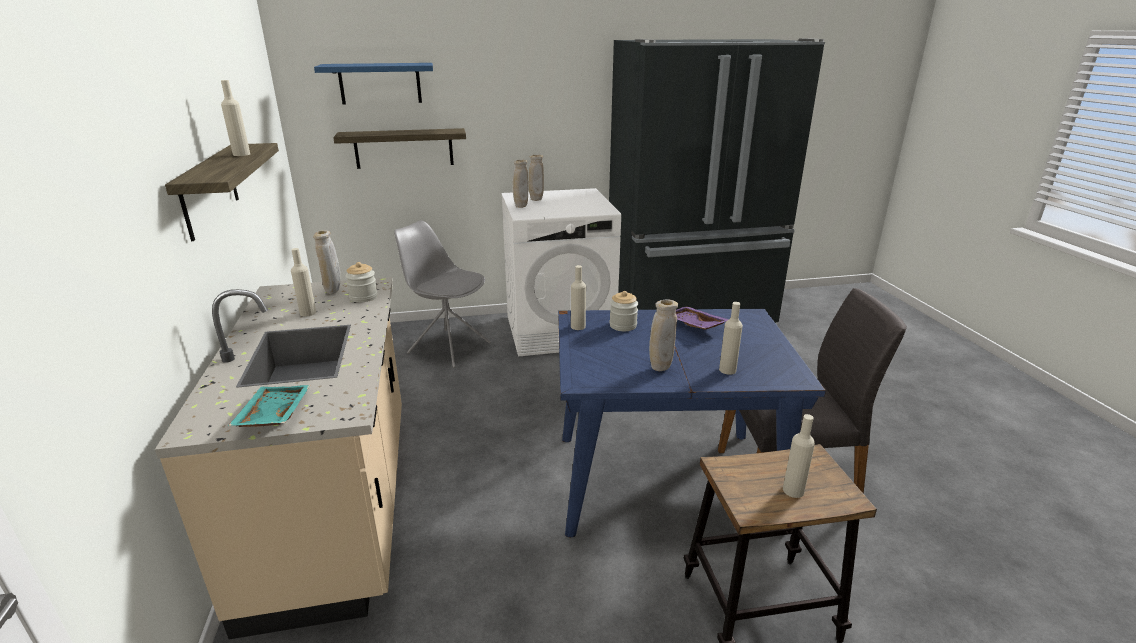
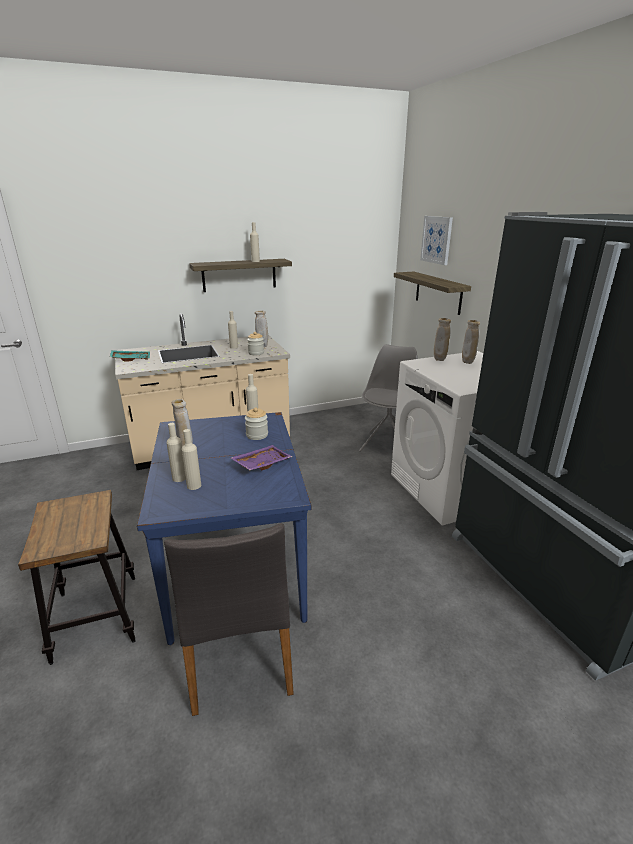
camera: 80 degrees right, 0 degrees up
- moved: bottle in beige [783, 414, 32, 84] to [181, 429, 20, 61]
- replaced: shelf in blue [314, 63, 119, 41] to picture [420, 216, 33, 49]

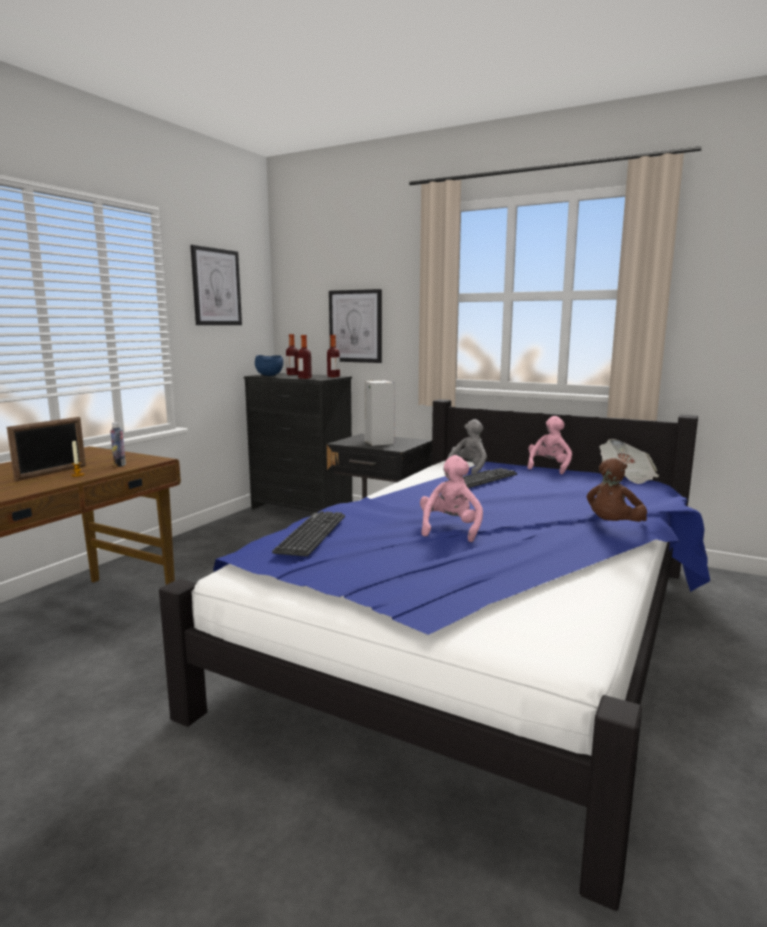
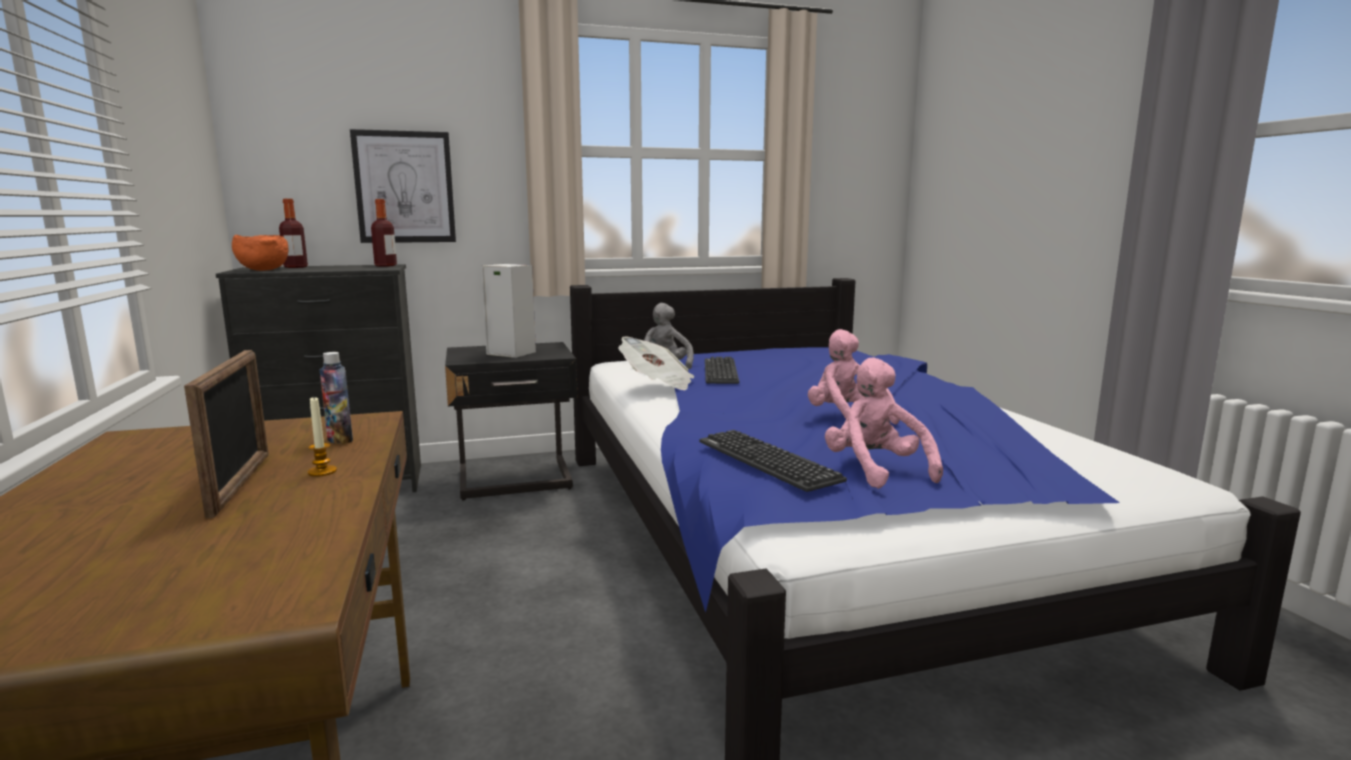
camera: 45 degrees left, 0 degrees up
- recoloured: bowl in blue [255, 355, 28, 21] to bowl in orange [232, 235, 57, 36]
- moved: newspaper [599, 439, 60, 45] to [618, 336, 76, 54]
- moved: plush toy in pink [527, 416, 45, 58] to [825, 357, 118, 132]
- removed: picture [190, 245, 52, 80]
- removed: bottle [297, 335, 15, 44]
- removed: plush toy in brown [587, 458, 60, 64]

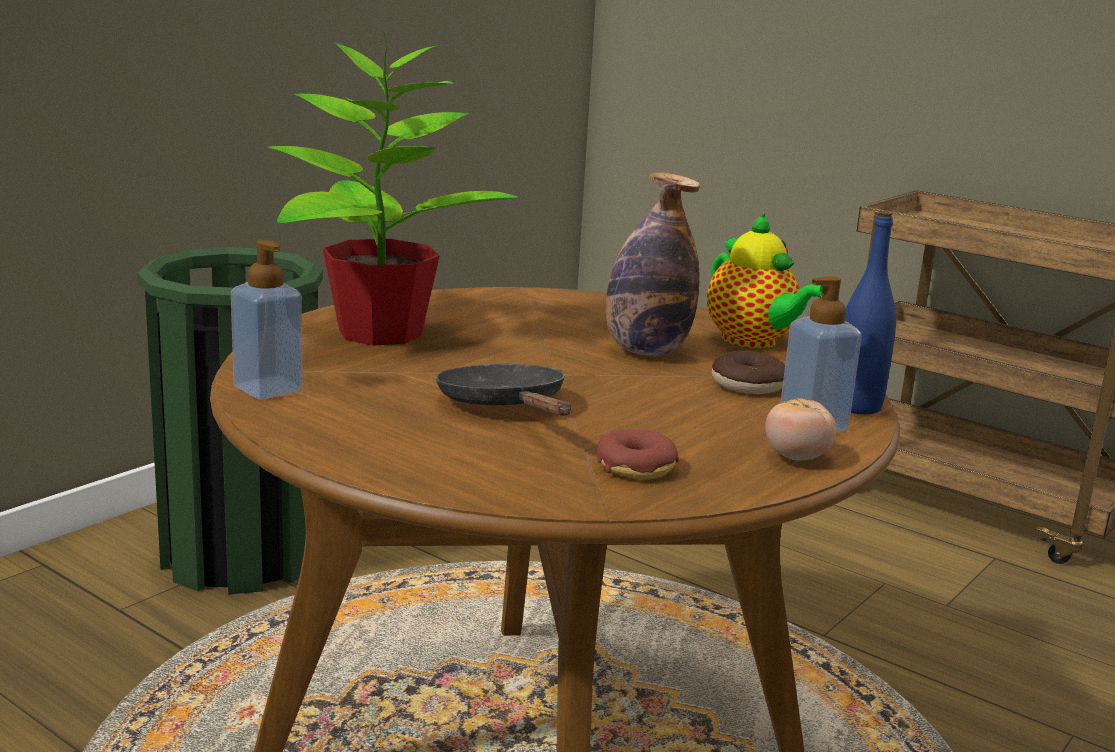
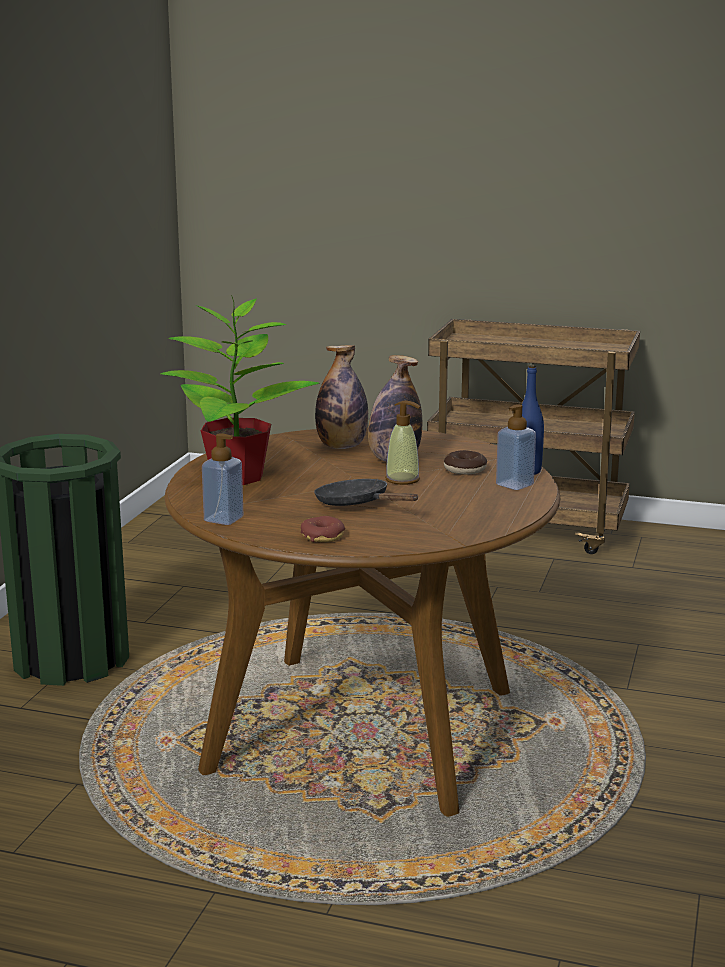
camera: 20 degrees left, 0 degrees up
- moved: donut [597, 430, 82, 50] to [301, 516, 44, 26]
- added: bottle [315, 345, 53, 104]
- added: soap dispenser [385, 401, 36, 84]
- removed: teapot [707, 213, 116, 136]
- removed: tomato [765, 398, 72, 63]

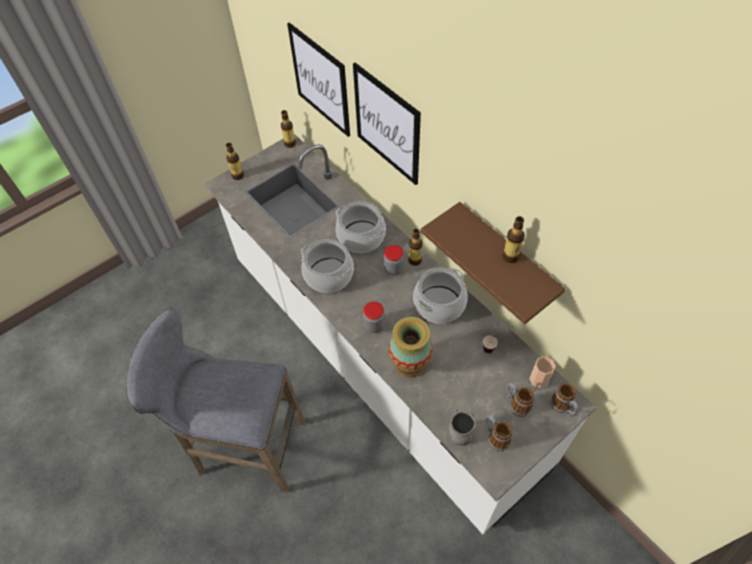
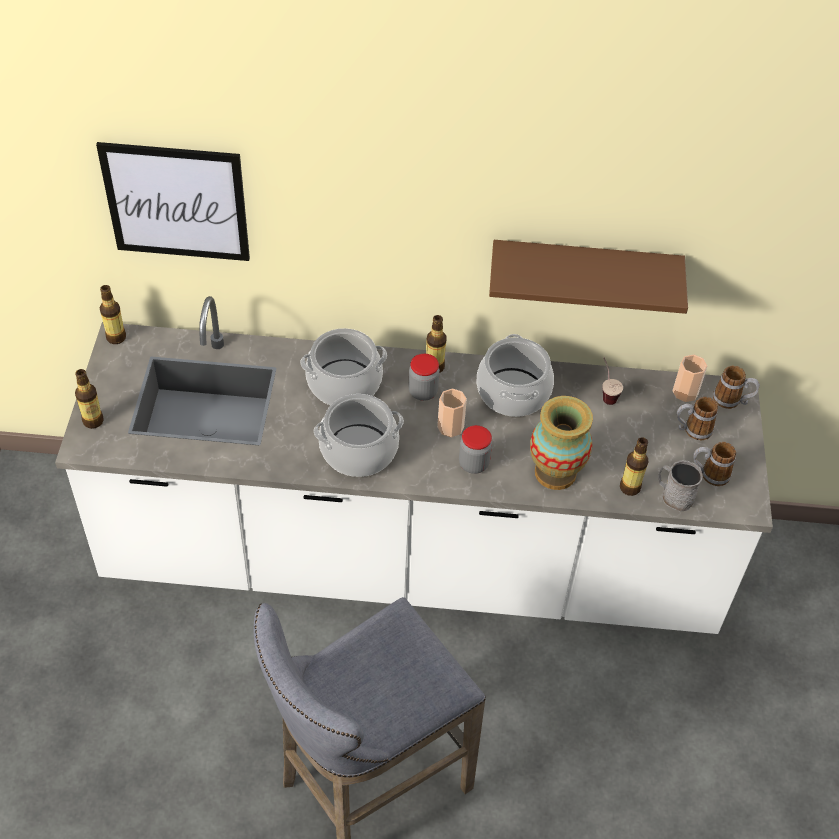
camera: 50 degrees left, 5 degrees down
- added: cup [437, 389, 30, 48]
- moved: bottle [502, 216, 23, 47] to [620, 437, 29, 59]
- removed: picture [353, 63, 68, 122]

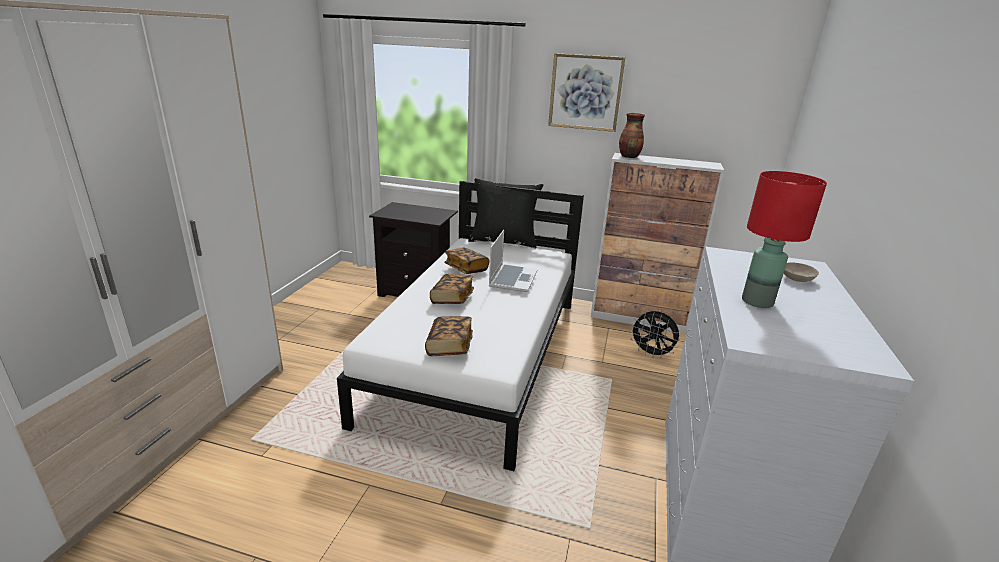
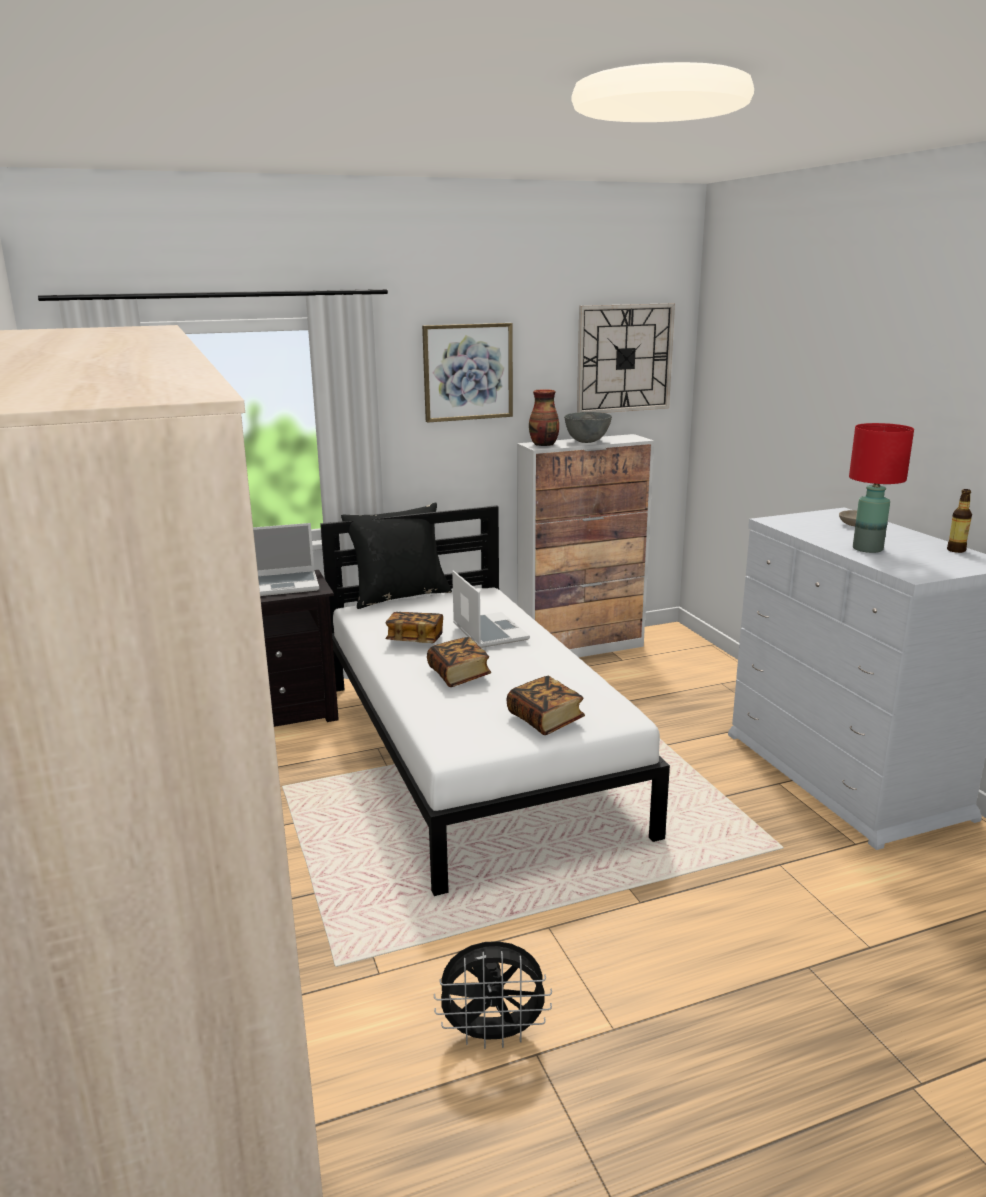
camera: 35 degrees left, 5 degrees down
- added: laptop [253, 523, 66, 73]
- moved: fan in black [629, 311, 51, 47] to [434, 941, 118, 108]
- added: bowl in grey [564, 412, 48, 31]
- added: wall clock [577, 303, 98, 110]
- added: bottle [947, 489, 25, 64]

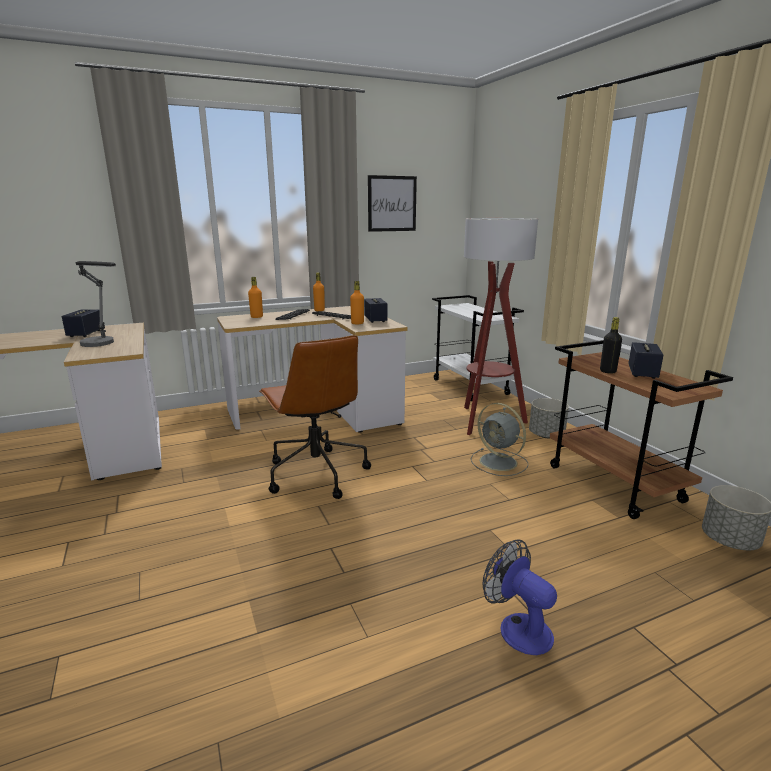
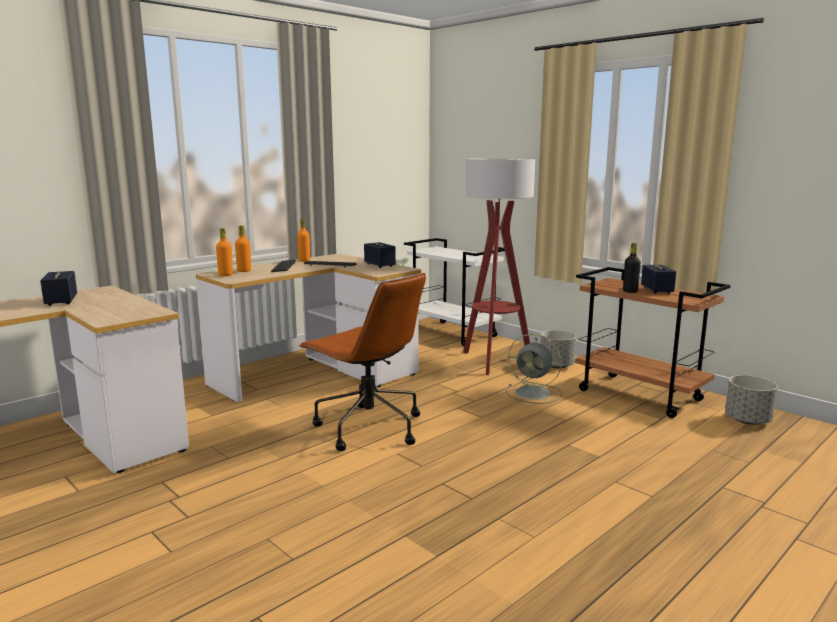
camera: 20 degrees left, 5 degrees down
- moved: bottle in orange [350, 281, 14, 43] to [216, 228, 17, 48]
- removed: table lamp [76, 261, 40, 86]
- removed: picture [368, 175, 49, 57]
- removed: fan [482, 539, 75, 116]

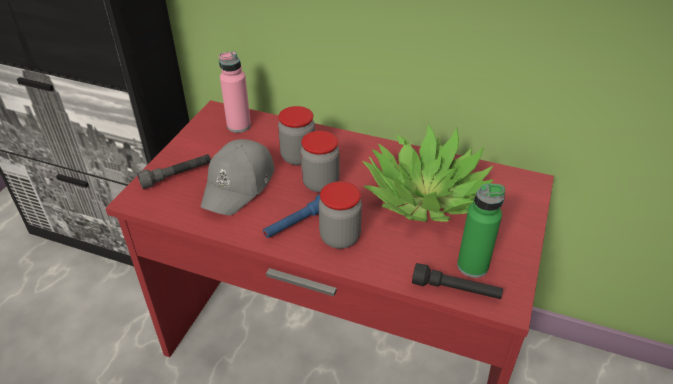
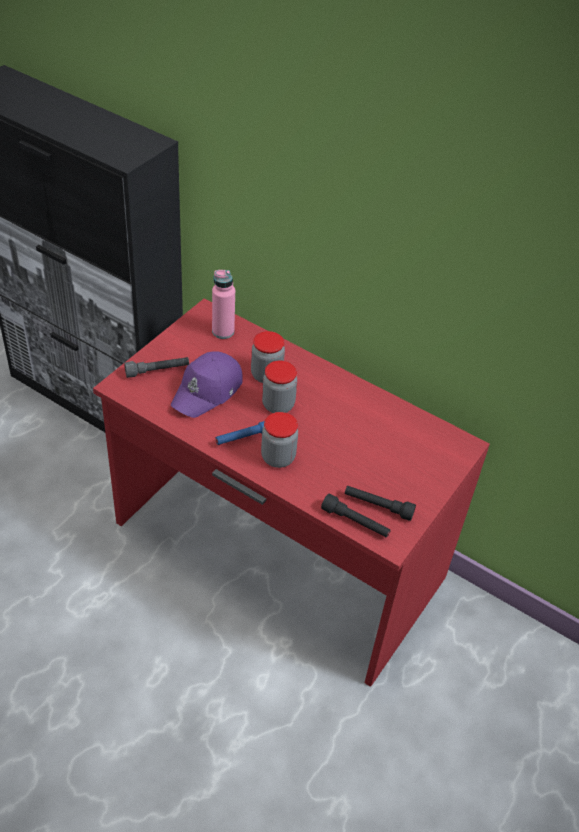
camera: 10 degrees right, 5 degrees up
- recoloured: cap in grey [200, 139, 75, 76] to cap in purple [171, 351, 72, 67]
- replaced: bottle in green [457, 184, 48, 94] to flashlight in black [345, 486, 71, 35]
- removed: potted plant [362, 123, 131, 99]

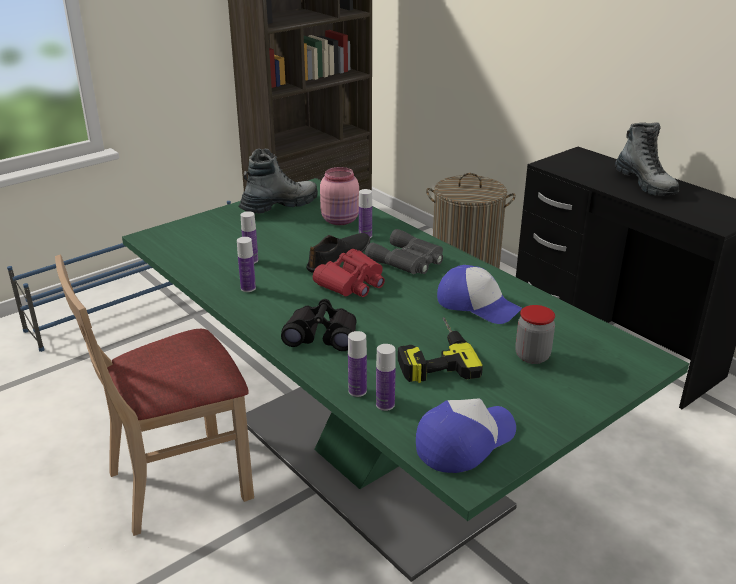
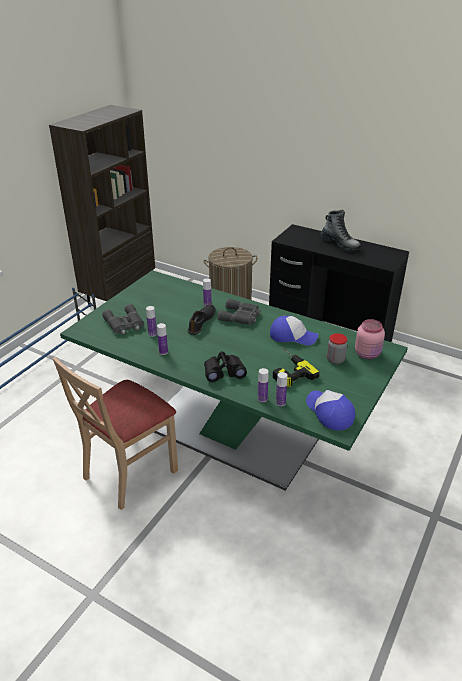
camera: 20 degrees left, 5 degrees up
- added: binoculars in grey [102, 304, 42, 31]
- turned: cap [416, 398, 100, 75] = [306, 390, 49, 41] 60 degrees counterclockwise
- moved: jar in pink [320, 167, 39, 58] to [355, 319, 30, 40]
- removed: boot [239, 149, 79, 65]
- removed: binoculars in red [313, 249, 72, 48]

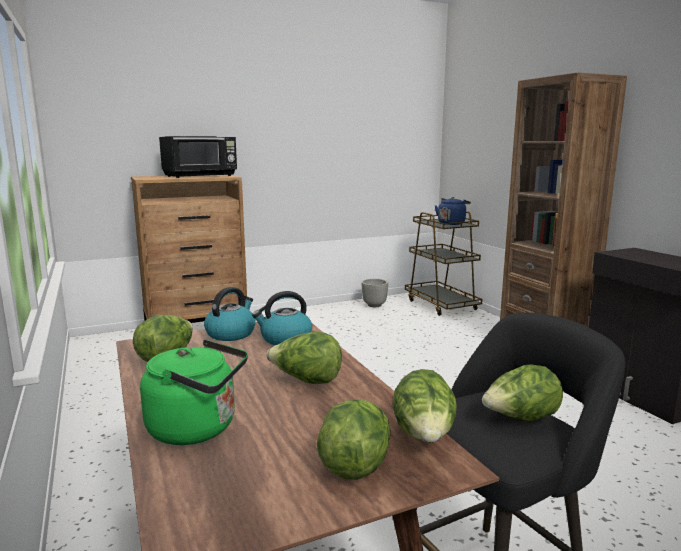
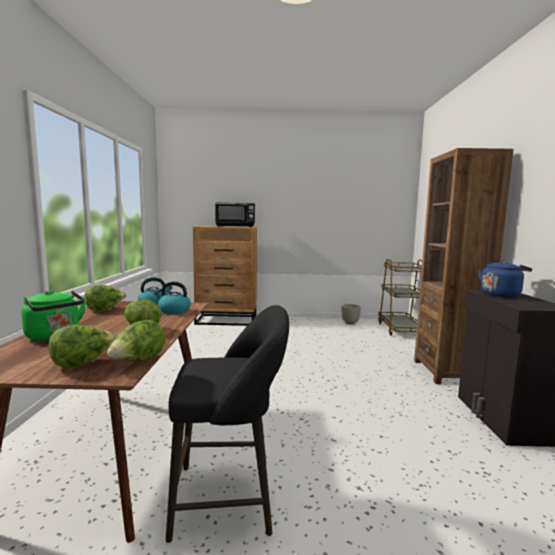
camera: 25 degrees right, 5 degrees down
- moved: kettle in blue [435, 197, 36, 28] to [478, 261, 54, 36]
- removed: lettuce [482, 364, 81, 57]

